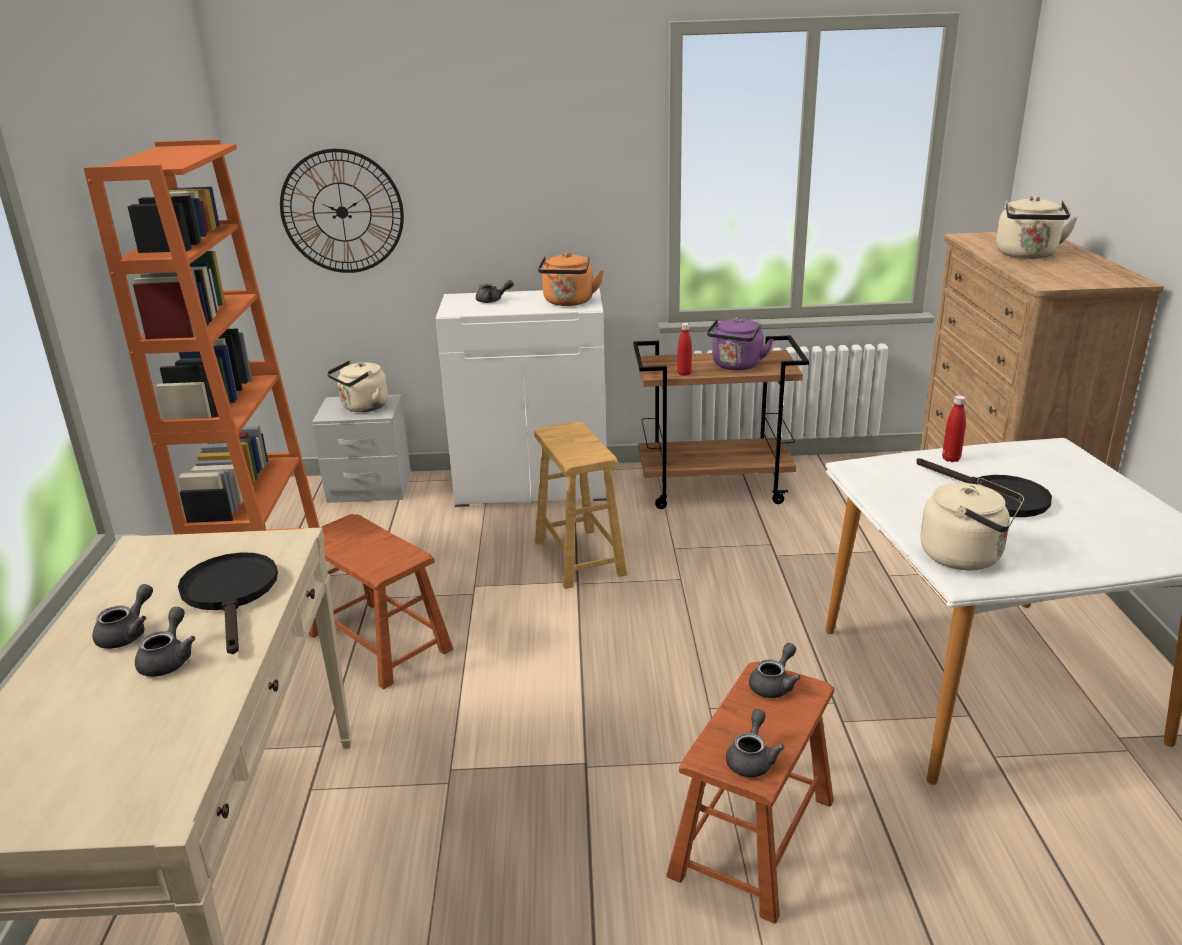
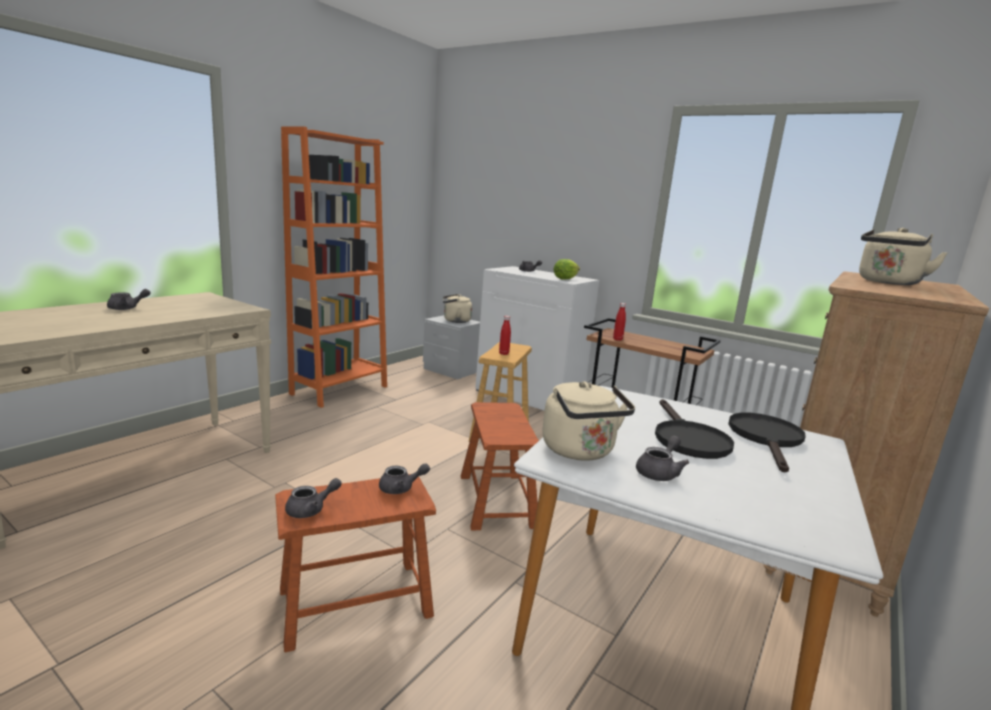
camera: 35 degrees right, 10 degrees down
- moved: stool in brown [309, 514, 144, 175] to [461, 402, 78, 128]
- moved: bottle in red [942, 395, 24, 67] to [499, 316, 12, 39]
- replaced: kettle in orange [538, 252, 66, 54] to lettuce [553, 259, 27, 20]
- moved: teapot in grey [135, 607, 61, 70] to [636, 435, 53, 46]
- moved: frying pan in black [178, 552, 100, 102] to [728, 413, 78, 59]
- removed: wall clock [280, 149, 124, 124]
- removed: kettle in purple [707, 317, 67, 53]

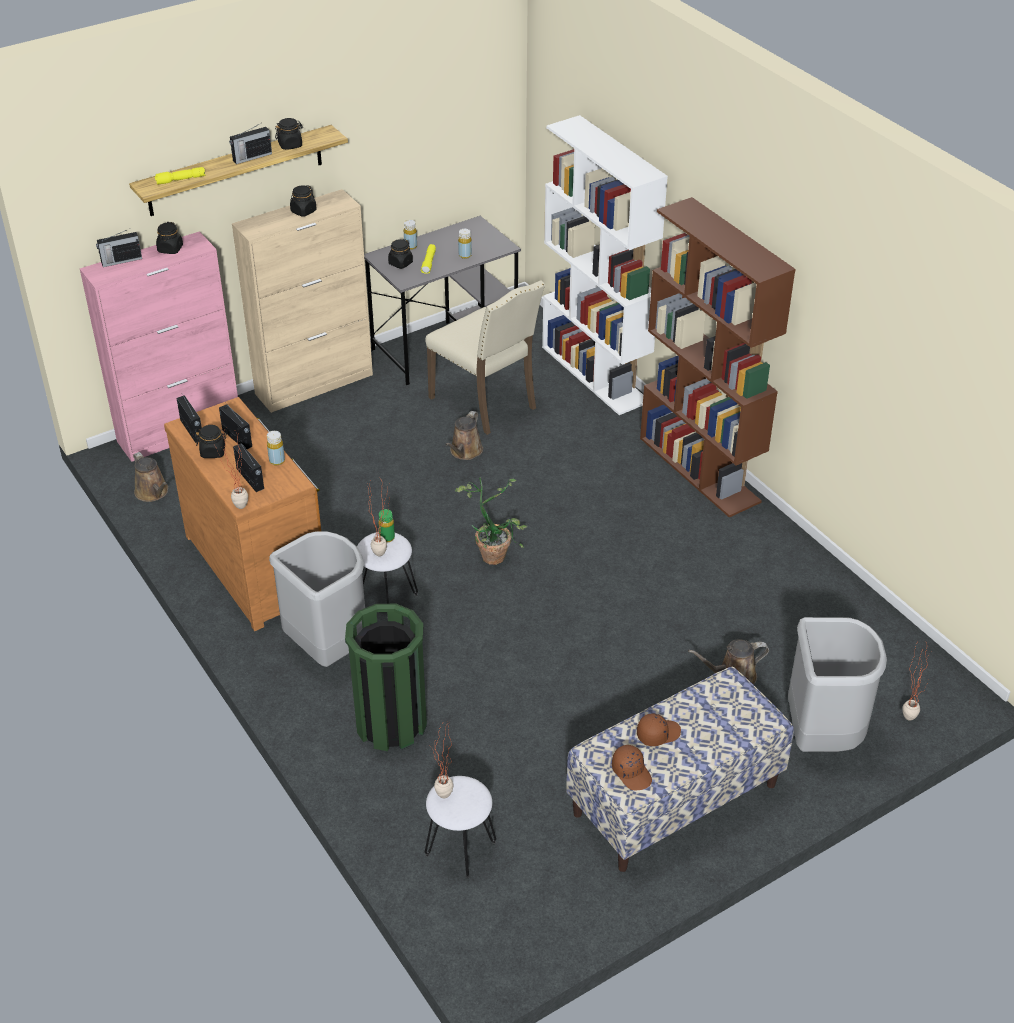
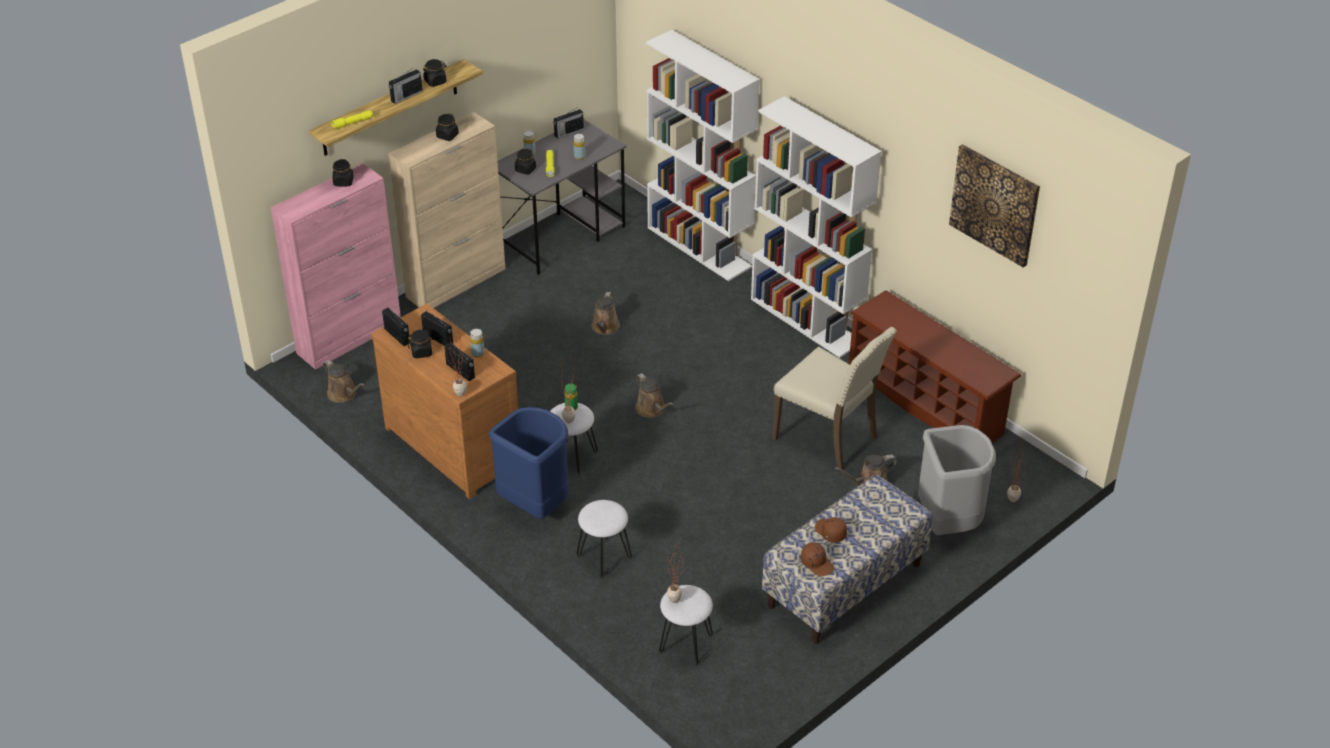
camera: 10 degrees left, 0 degrees up
- recoloured: trash can in grey [269, 531, 96, 136] to trash can in blue [489, 407, 80, 112]
- moved: radio [96, 228, 46, 39] to [553, 109, 31, 30]
- replaced: trash can in green [345, 604, 82, 147] to stool in white [577, 500, 55, 78]
- replaced: potted plant [455, 478, 73, 87] to watering can in brown [635, 373, 39, 45]
- recoloured: bookcase in brown [640, 197, 155, 320] to bookcase in white [751, 96, 131, 262]
- moved: chair in beige [425, 280, 120, 155] to [772, 327, 125, 143]
- turned: cap in brown [637, 713, 44, 33] = [815, 517, 32, 26] 90 degrees counterclockwise
- added: shoe rack in brown [849, 290, 172, 153]
- added: picture [949, 144, 91, 123]

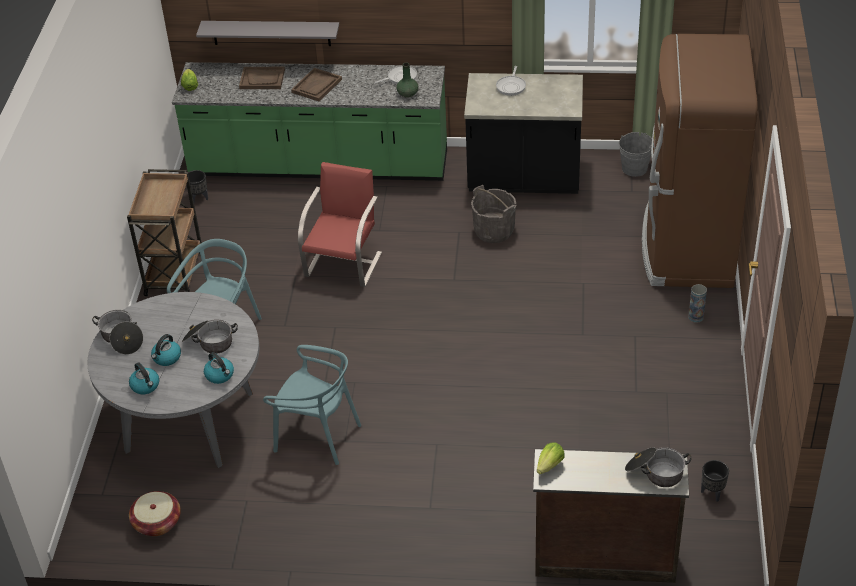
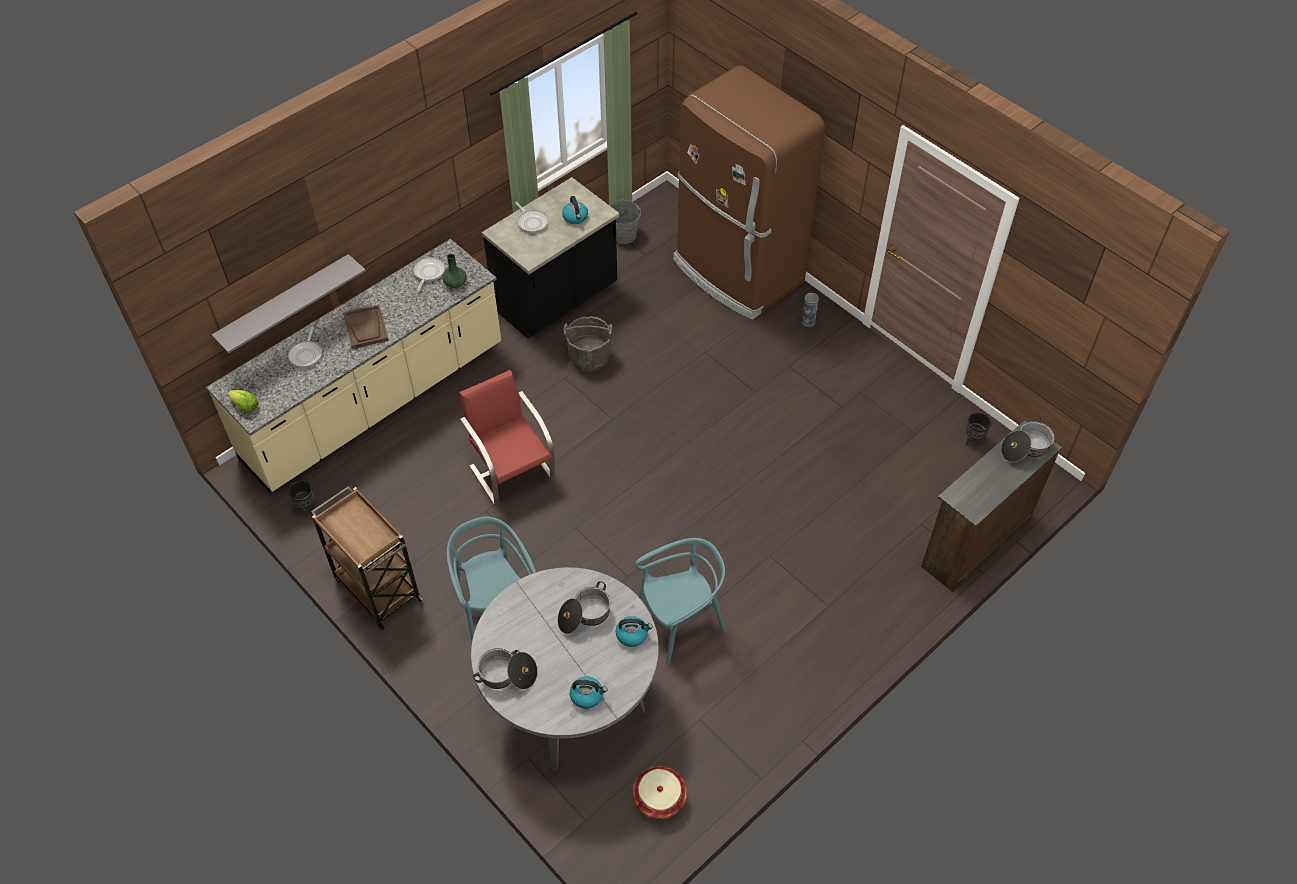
camera: 50 degrees left, 10 degrees up
- recoloured: counter in green [172, 62, 275, 119] to counter in beige [206, 239, 295, 254]
- replaced: tray in brown [239, 67, 46, 22] to frying pan [288, 327, 34, 41]
- moved: kettle [151, 334, 30, 32] to [562, 196, 26, 28]
- removed: lettuce [537, 442, 28, 32]

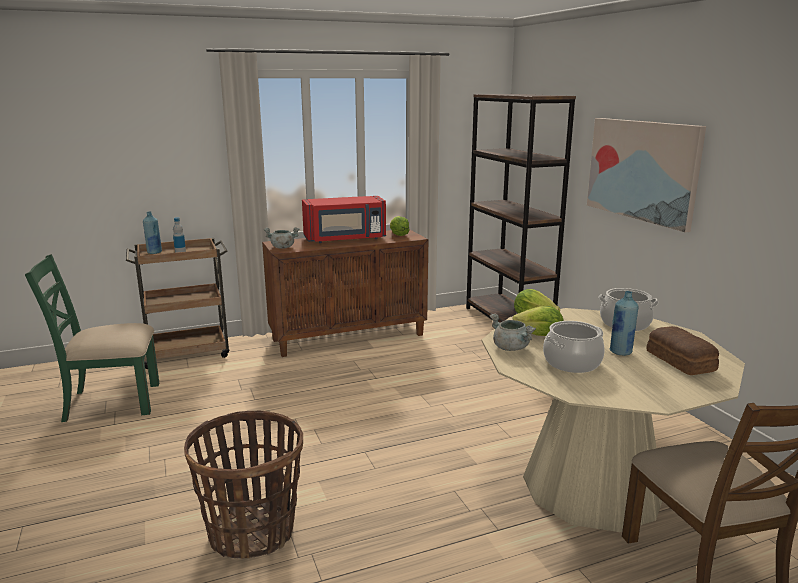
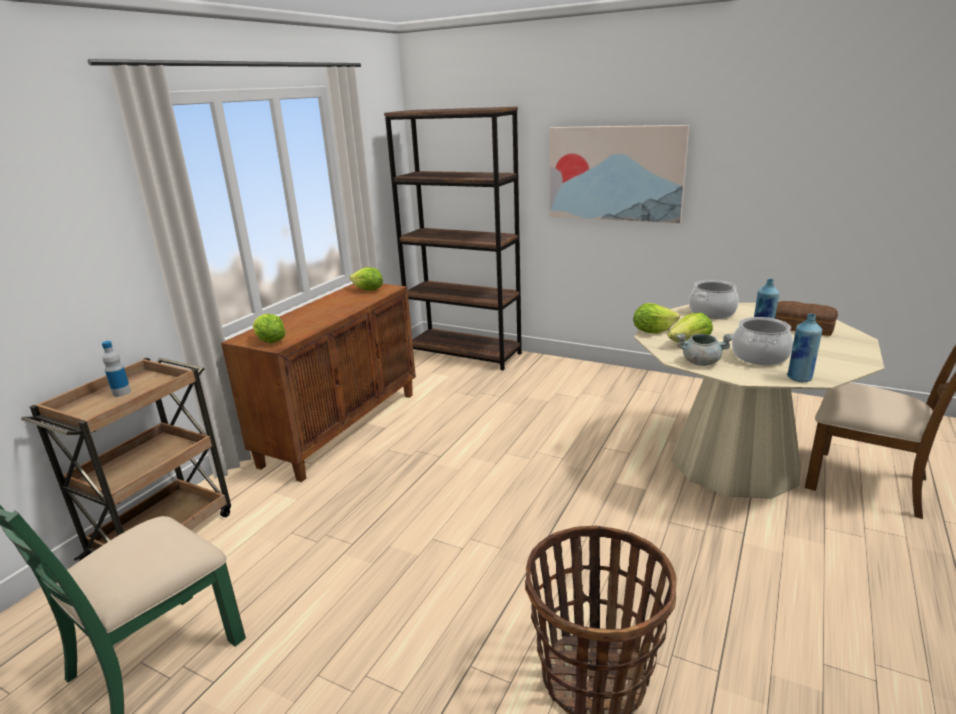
camera: 40 degrees left, 5 degrees up
- replaced: cooking pot in grey [264, 227, 35, 22] to lettuce [253, 314, 33, 29]
- moved: bottle in blue [143, 211, 19, 43] to [787, 313, 35, 69]
- removed: microwave in red [302, 196, 84, 47]

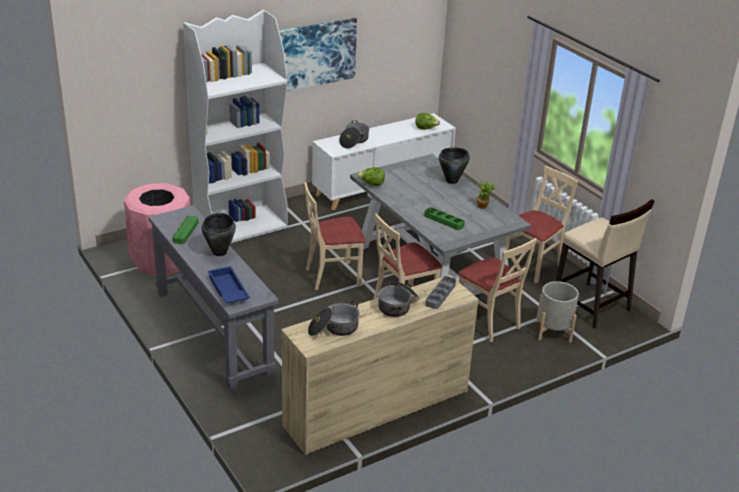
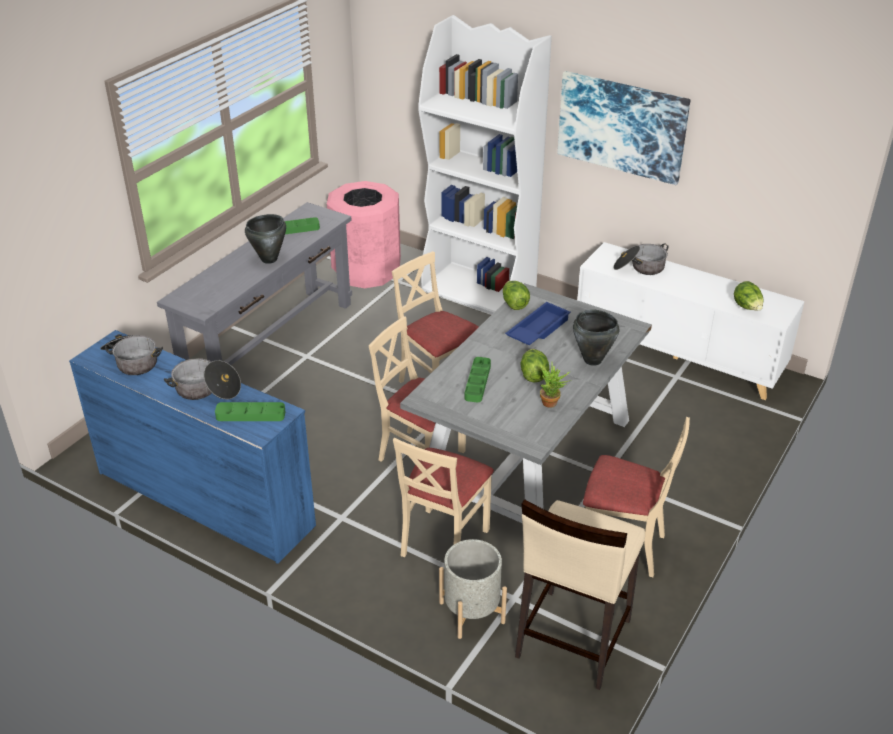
camera: 65 degrees right, 5 degrees up
- recoloured: dresser in beige [281, 275, 198, 181] to dresser in blue [69, 330, 247, 234]
- recoloured: tray in grey [426, 276, 30, 33] to tray in green [215, 402, 71, 19]
- moved: tray in blue [208, 266, 42, 38] to [505, 302, 66, 43]
- added: lettuce [520, 349, 29, 34]

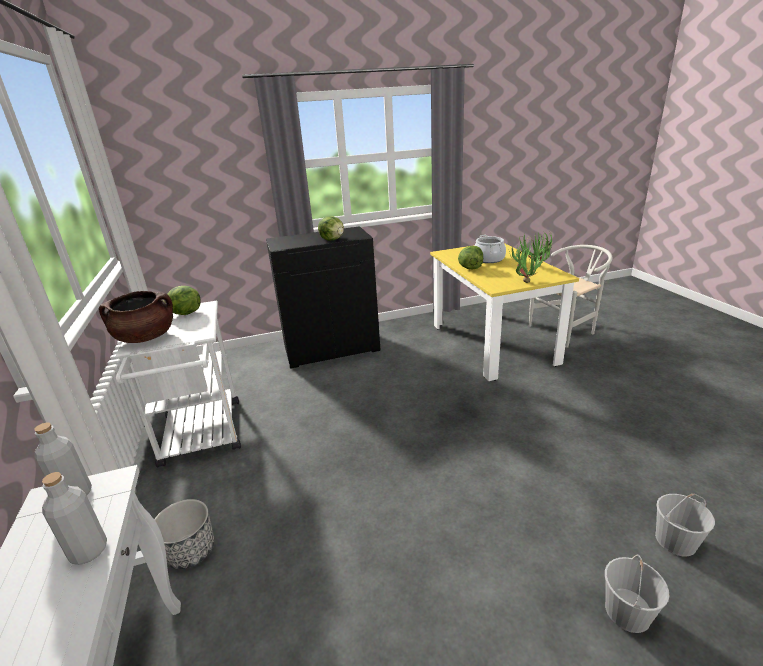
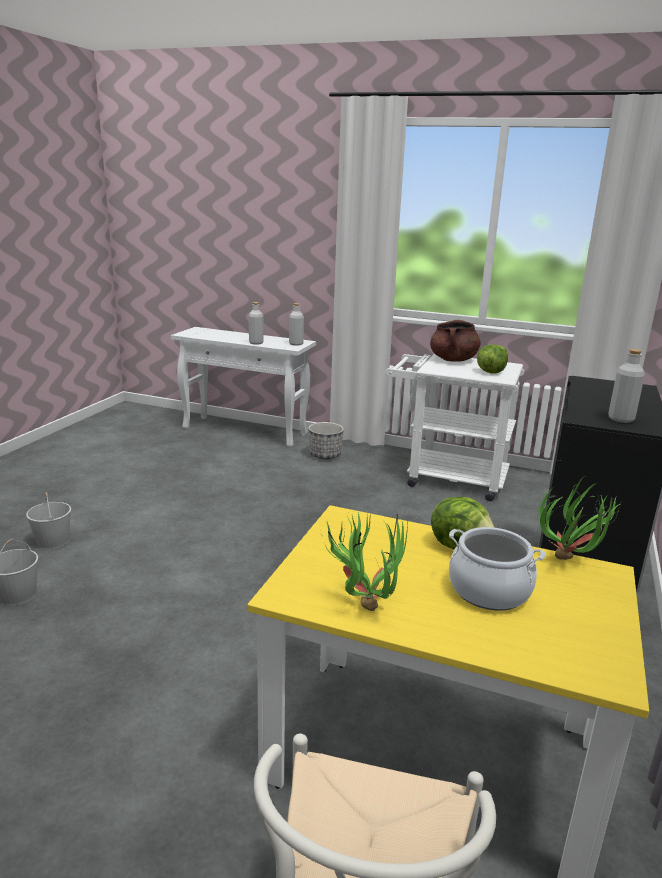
camera: 125 degrees right, 5 degrees down
- moved: potted plant [509, 241, 39, 42] to [538, 478, 85, 82]
- added: bottle in grey [608, 349, 37, 74]
- removed: lettuce [318, 216, 26, 25]

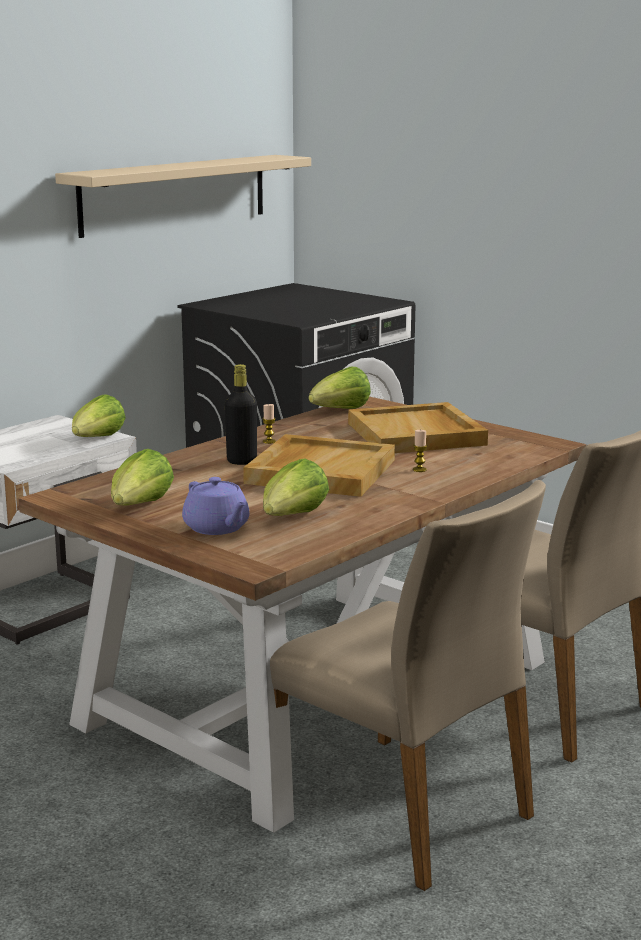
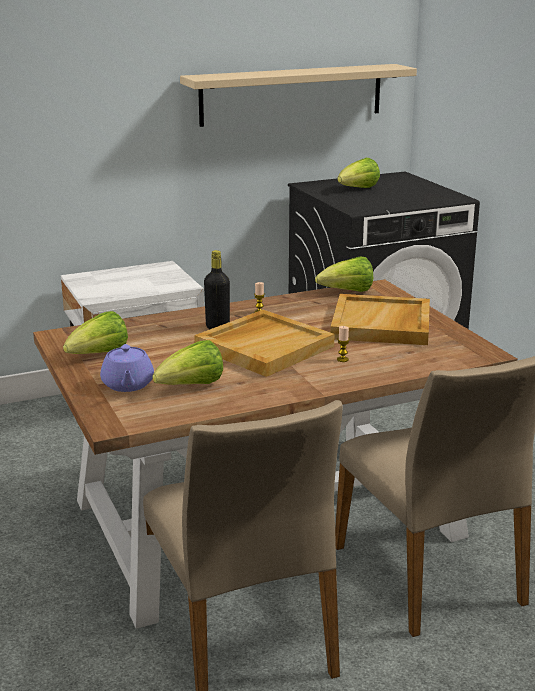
camera: 25 degrees right, 5 degrees up
- moved: lettuce [72, 394, 54, 43] to [337, 158, 43, 30]

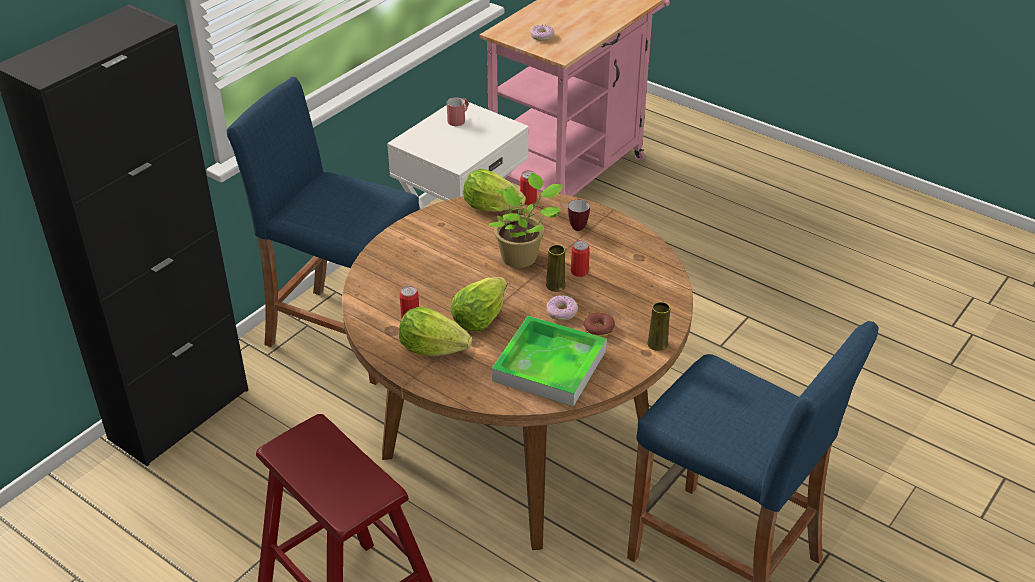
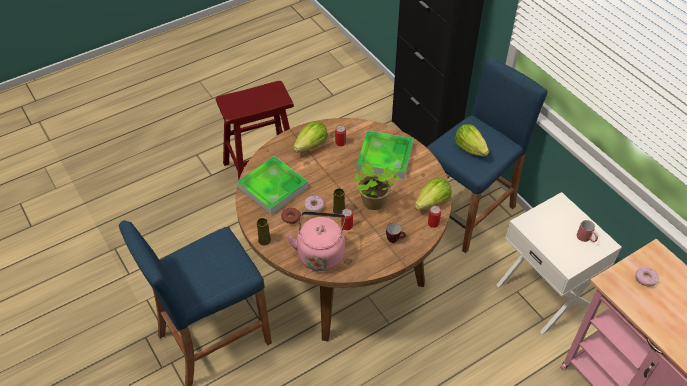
camera: 110 degrees right, 10 degrees up
- added: kettle in pink [286, 211, 60, 60]
- added: tray [357, 131, 56, 48]
- moved: lettuce [450, 277, 57, 55] to [455, 124, 34, 33]

